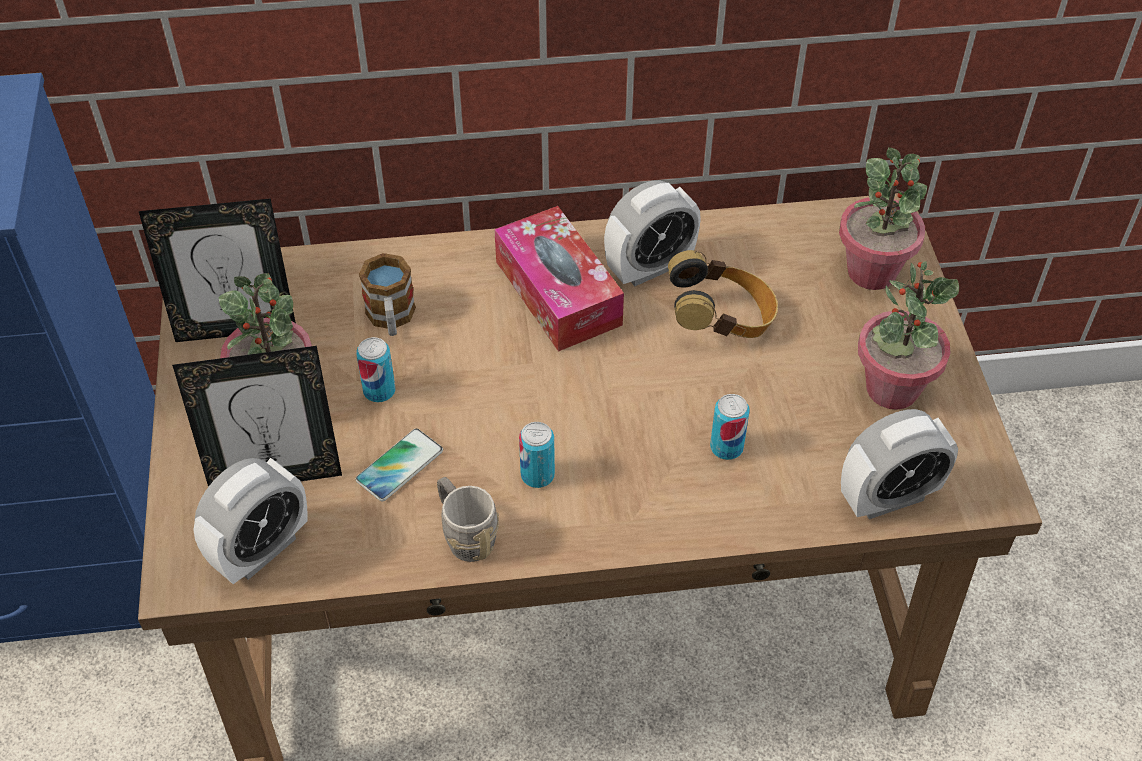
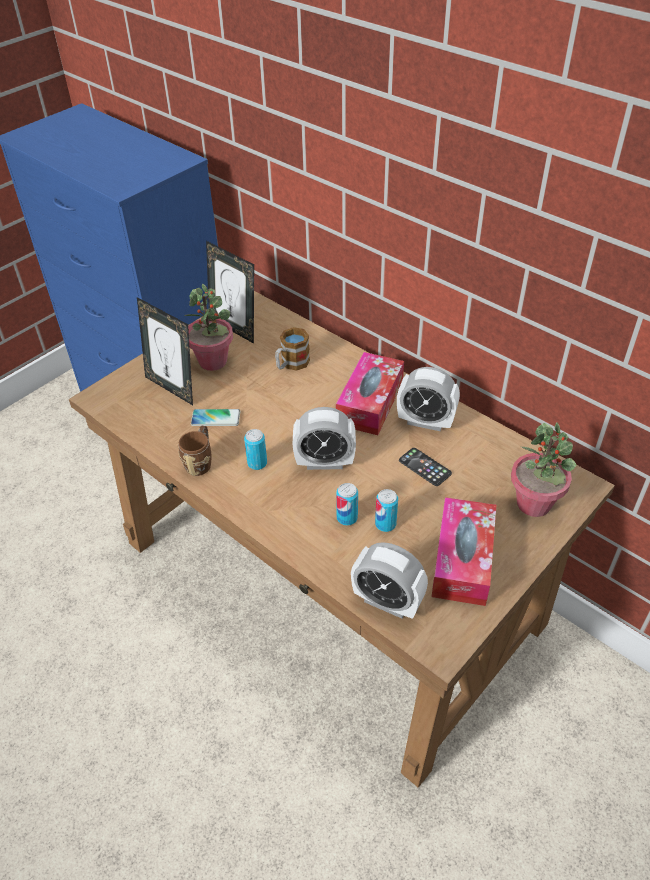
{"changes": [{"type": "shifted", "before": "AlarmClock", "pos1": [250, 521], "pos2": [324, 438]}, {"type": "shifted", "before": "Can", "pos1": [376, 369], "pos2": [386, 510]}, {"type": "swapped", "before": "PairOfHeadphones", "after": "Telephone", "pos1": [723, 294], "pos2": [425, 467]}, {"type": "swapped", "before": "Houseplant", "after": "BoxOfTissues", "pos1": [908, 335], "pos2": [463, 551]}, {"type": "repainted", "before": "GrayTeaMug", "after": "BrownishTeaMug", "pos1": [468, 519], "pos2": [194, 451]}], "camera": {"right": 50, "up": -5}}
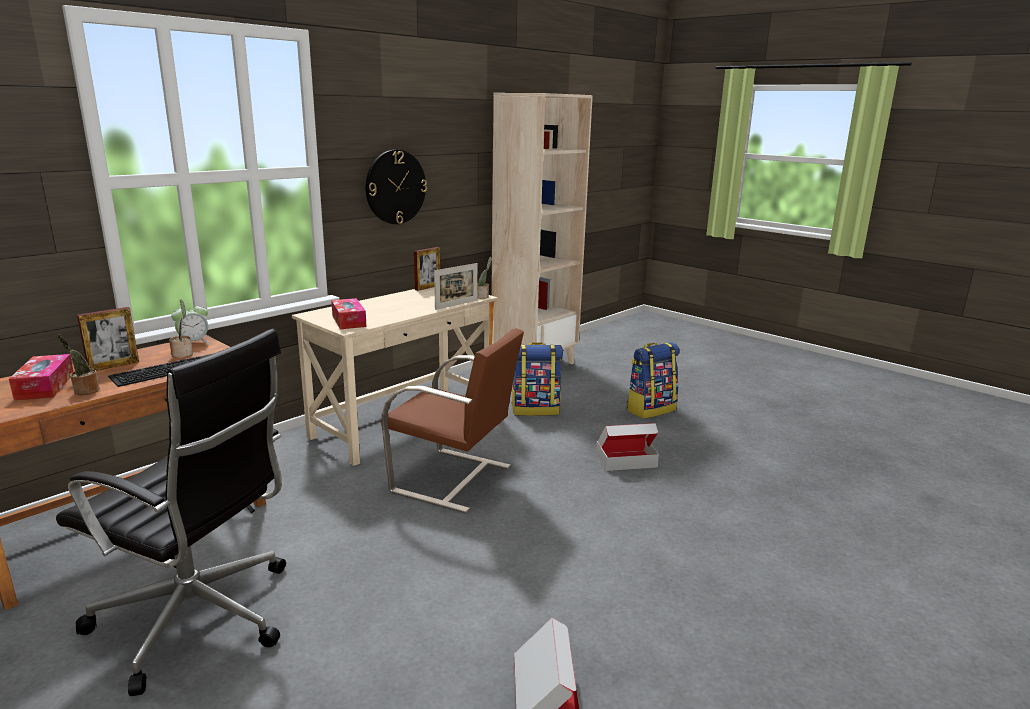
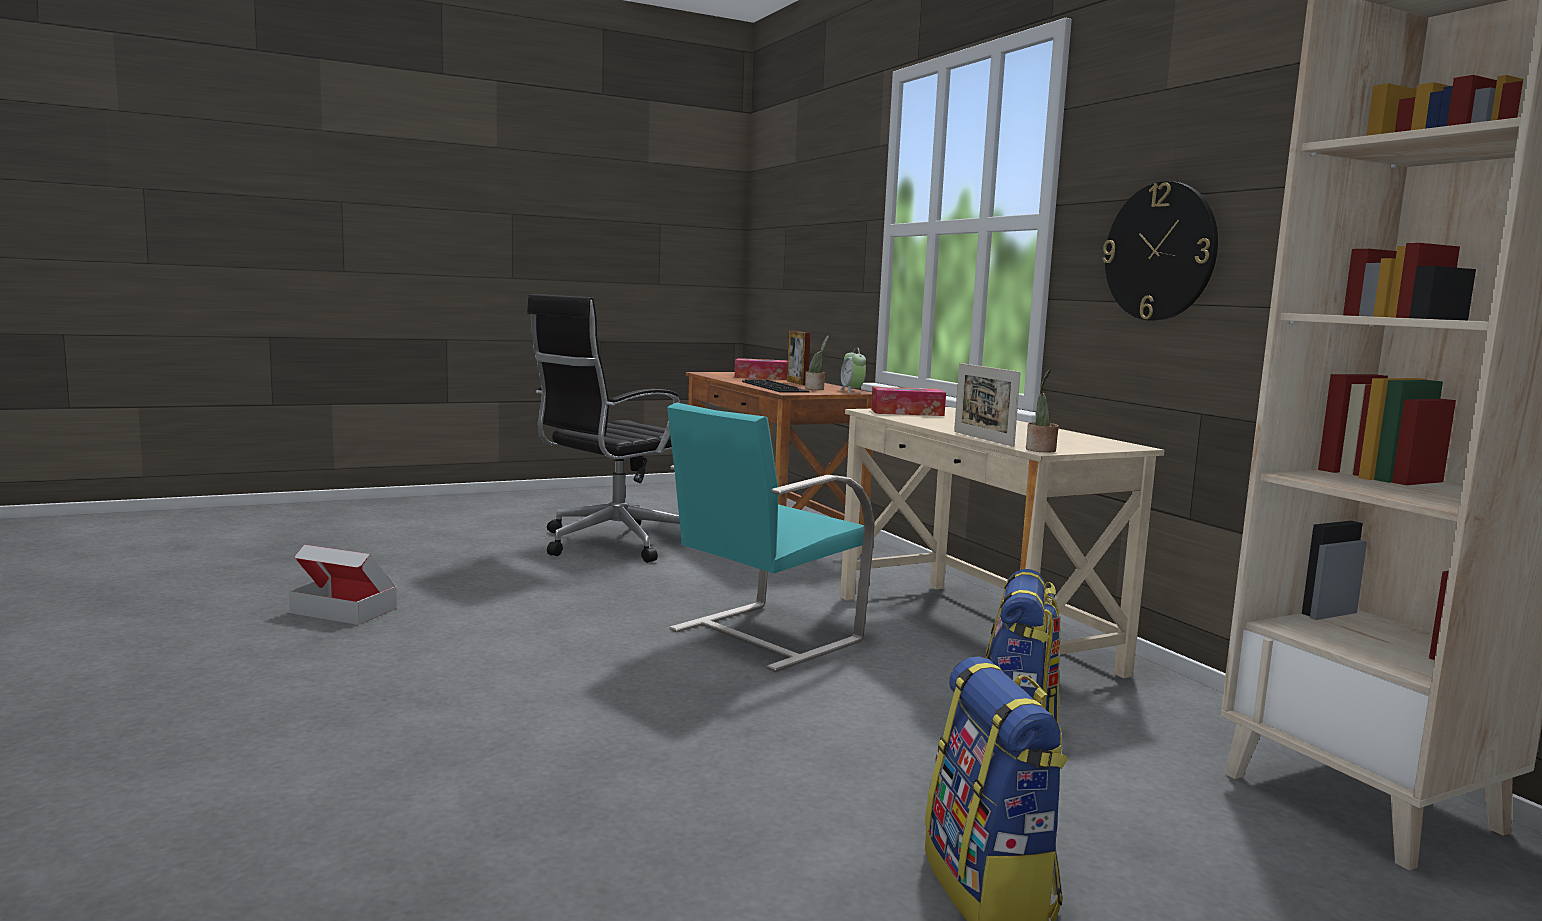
{"changes": [{"type": "gone", "before": "Houseplant", "pos1": [78, 364]}, {"type": "gone", "before": "StandingFrame", "pos1": [427, 269]}, {"type": "gone", "before": "CardboardBox", "pos1": [627, 447]}, {"type": "repainted", "before": "BrownishChair", "after": "BlueGreenChair", "pos1": [452, 420], "pos2": [771, 537]}], "camera": {"right": 110, "up": -10}}
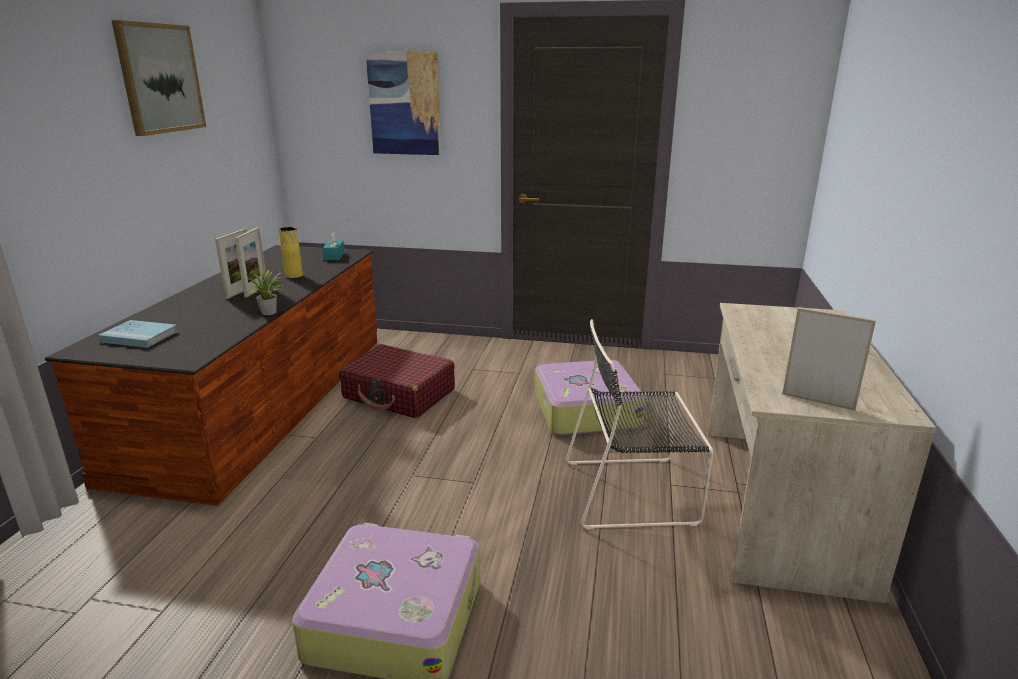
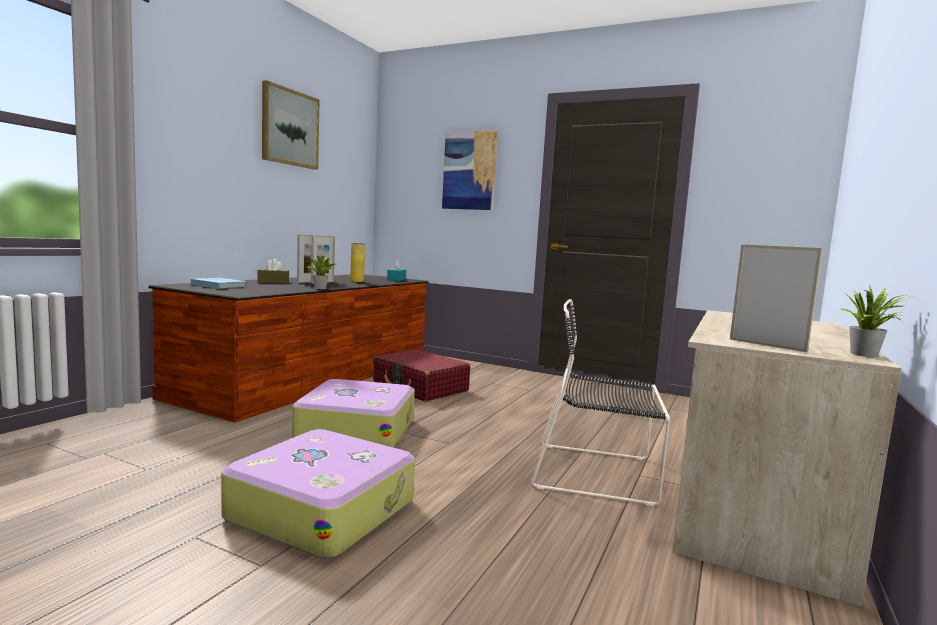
{"changes": [{"type": "new", "after": "BrownishBoxOfTissues", "pos2": [273, 271]}, {"type": "new", "after": "Houseplant", "pos2": [873, 321]}, {"type": "shifted", "before": "TravelCase", "pos1": [590, 397], "pos2": [353, 413]}], "camera": {"right": 15, "up": -15}}
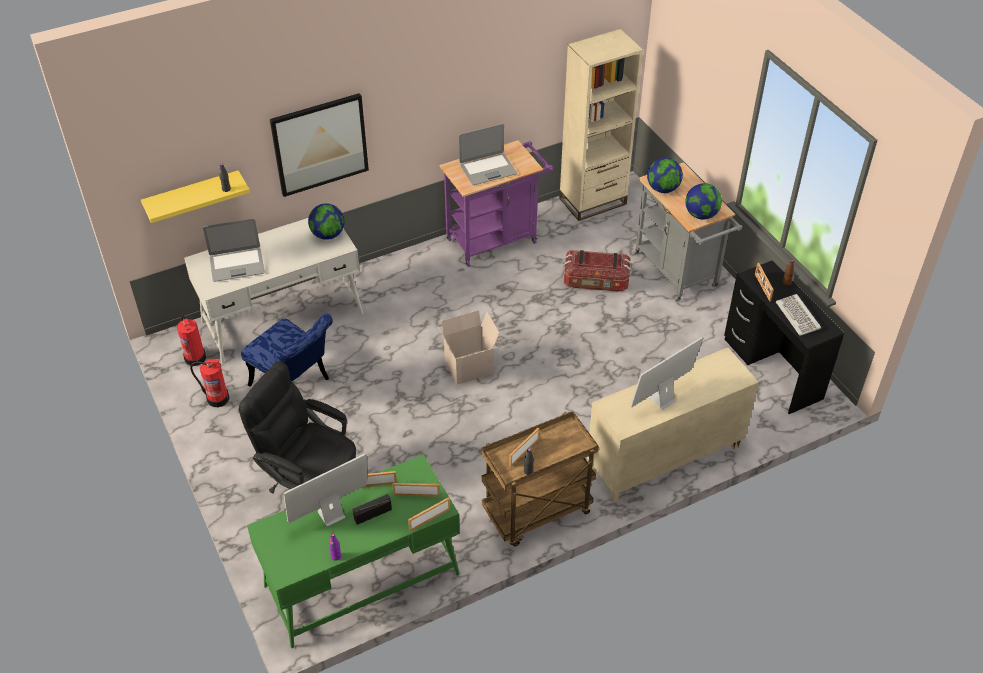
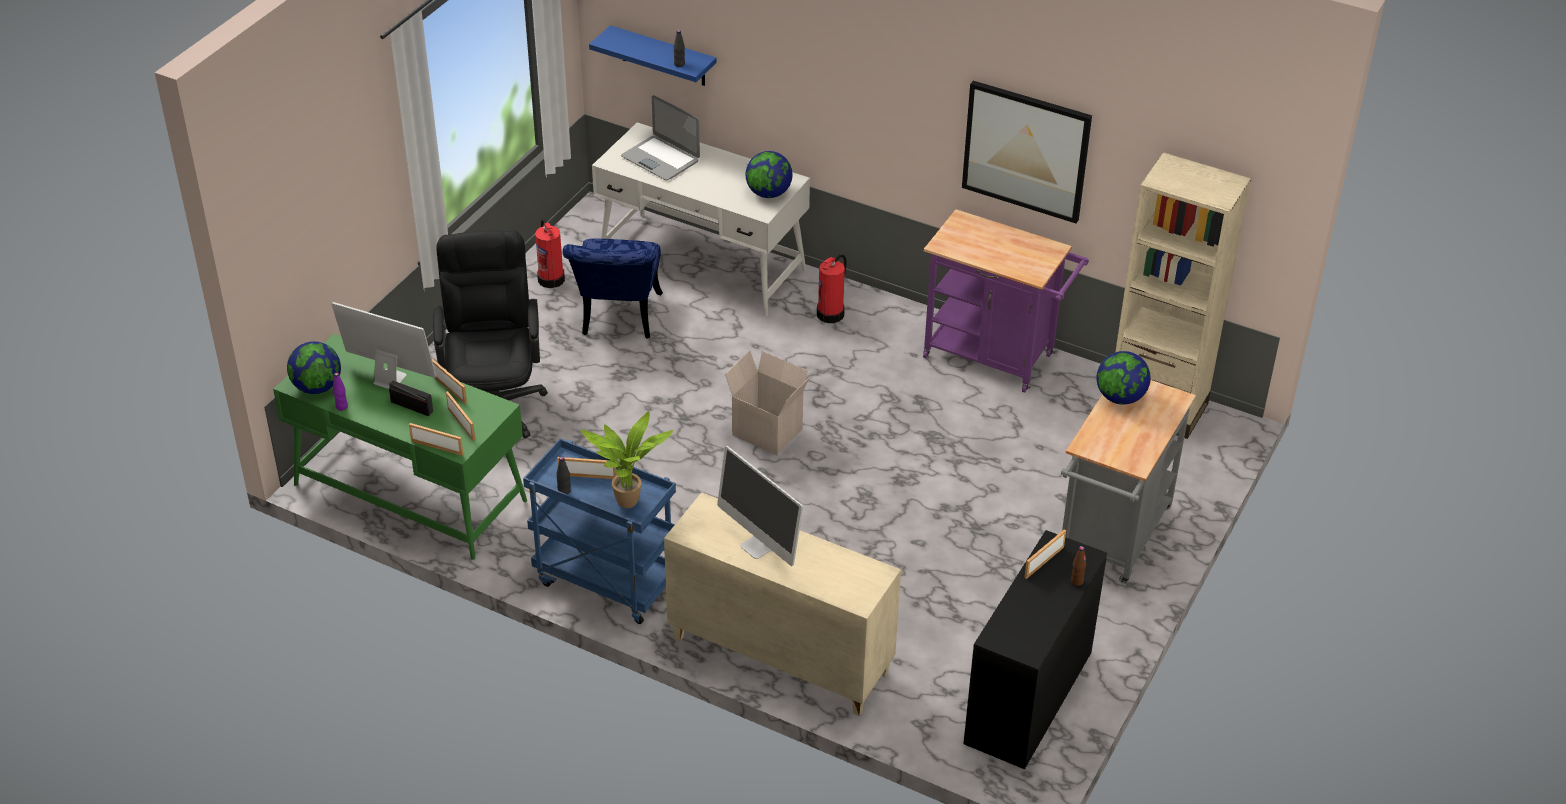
{"changes": [{"type": "gone", "before": "NotebookComputer", "pos1": [488, 154]}, {"type": "gone", "before": "StorageContainer", "pos1": [597, 271]}, {"type": "gone", "before": "Keyboard", "pos1": [798, 315]}, {"type": "new", "after": "Houseplant", "pos2": [627, 459]}, {"type": "shifted", "before": "FireFightingCylinder", "pos1": [191, 340], "pos2": [832, 288]}, {"type": "shifted", "before": "Picture", "pos1": [319, 145], "pos2": [1027, 152]}, {"type": "shifted", "before": "DeskGlobe", "pos1": [703, 201], "pos2": [314, 367]}, {"type": "repainted", "before": "YellowBracketShelf", "after": "BlueColouredBracketShelf", "pos1": [195, 196], "pos2": [653, 55]}, {"type": "repainted", "before": "BrownishTrolley", "after": "BlueColouredTrolley", "pos1": [540, 478], "pos2": [599, 531]}, {"type": "rotated", "before": "ComputerScreen", "pos1": [667, 373], "pos2": [760, 506], "turn": -150}], "camera": {"right": 55, "up": -5}}
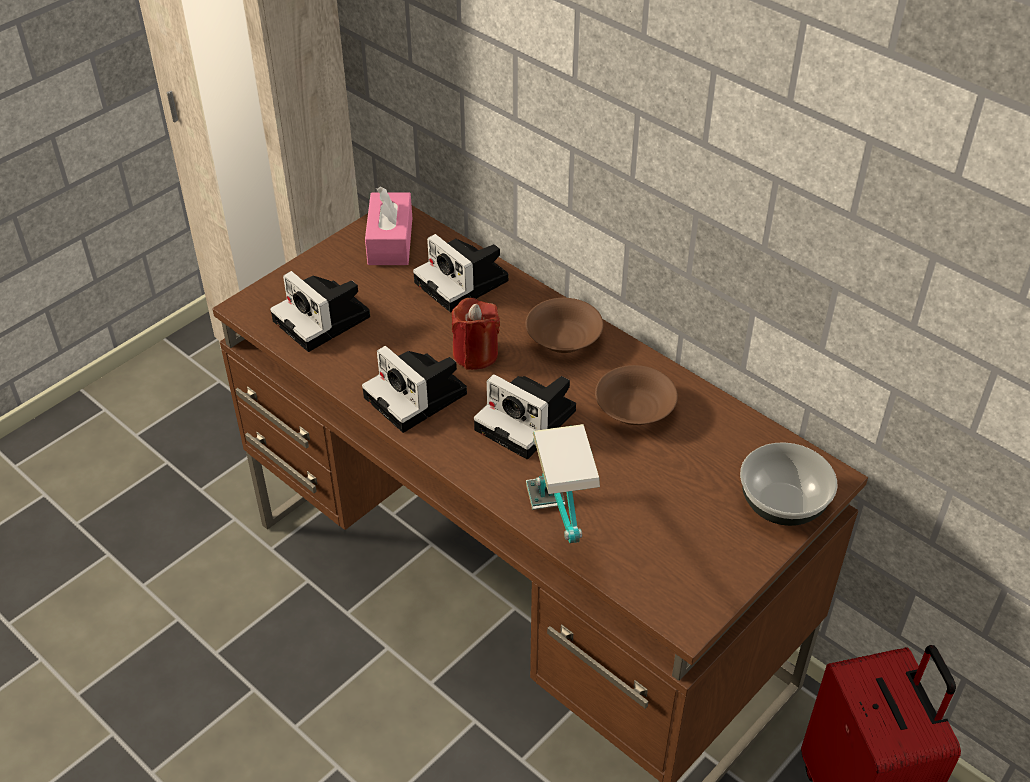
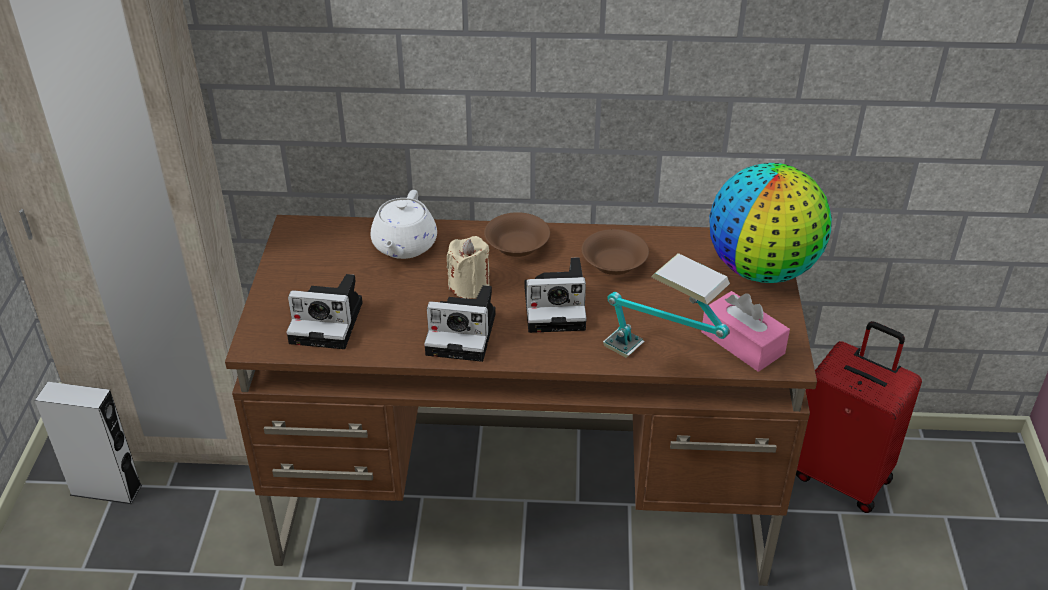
{"changes": [{"type": "new", "after": "GraySpeaker", "pos2": [88, 443]}, {"type": "shifted", "before": "PinkBoxOfTissues", "pos1": [388, 226], "pos2": [745, 331]}, {"type": "swapped", "before": "StillCamera", "after": "WhitishTeapot", "pos1": [461, 273], "pos2": [404, 224]}, {"type": "swapped", "before": "Bowl", "after": "DeskGlobe", "pos1": [788, 484], "pos2": [770, 223]}, {"type": "repainted", "before": "ReddishWaxLight", "after": "BeigeWaxLight", "pos1": [476, 334], "pos2": [468, 267]}], "camera": {"right": -40, "up": -5}}
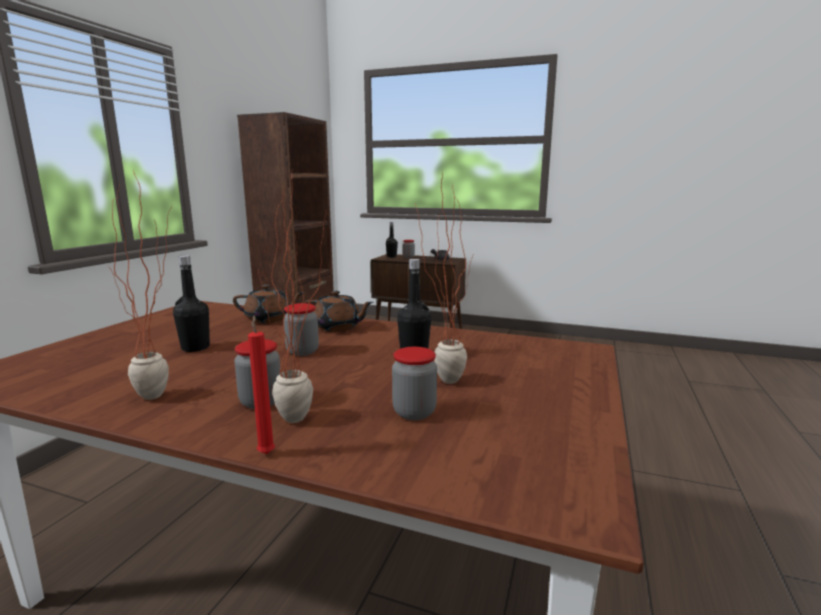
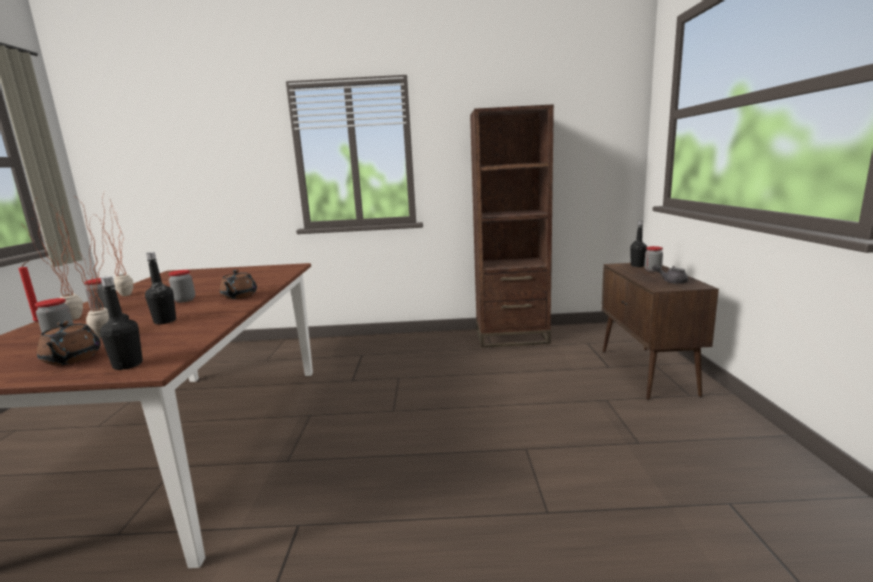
{"changes": [{"type": "shifted", "before": "BlackColouredBottle", "pos1": [191, 303], "pos2": [121, 323]}, {"type": "shifted", "before": "BrownishTeapot", "pos1": [269, 304], "pos2": [69, 343]}], "camera": {"right": 70, "up": 0}}
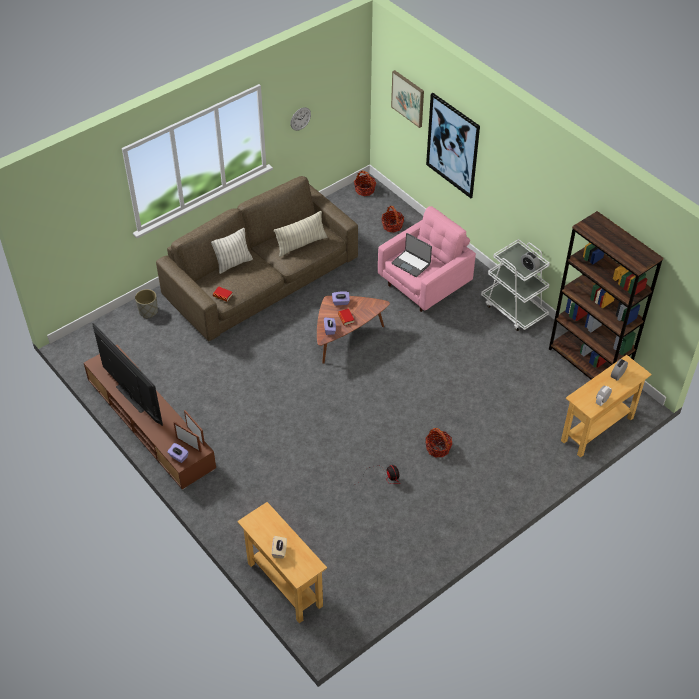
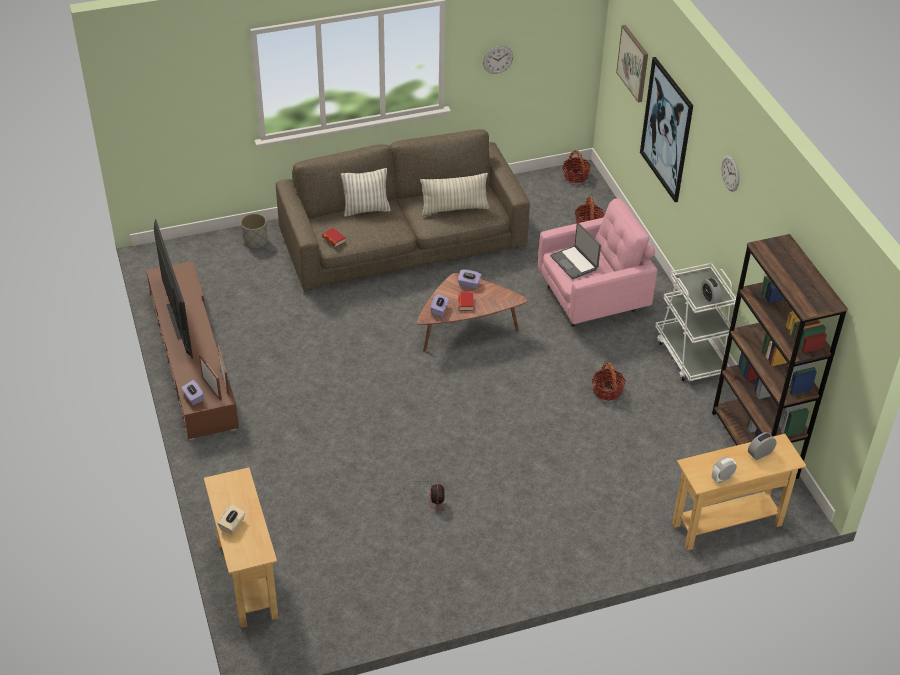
{"changes": [{"type": "new", "after": "HangingClock", "pos2": [730, 173]}, {"type": "shifted", "before": "Basket", "pos1": [438, 442], "pos2": [609, 381]}], "camera": {"right": 20, "up": -5}}
